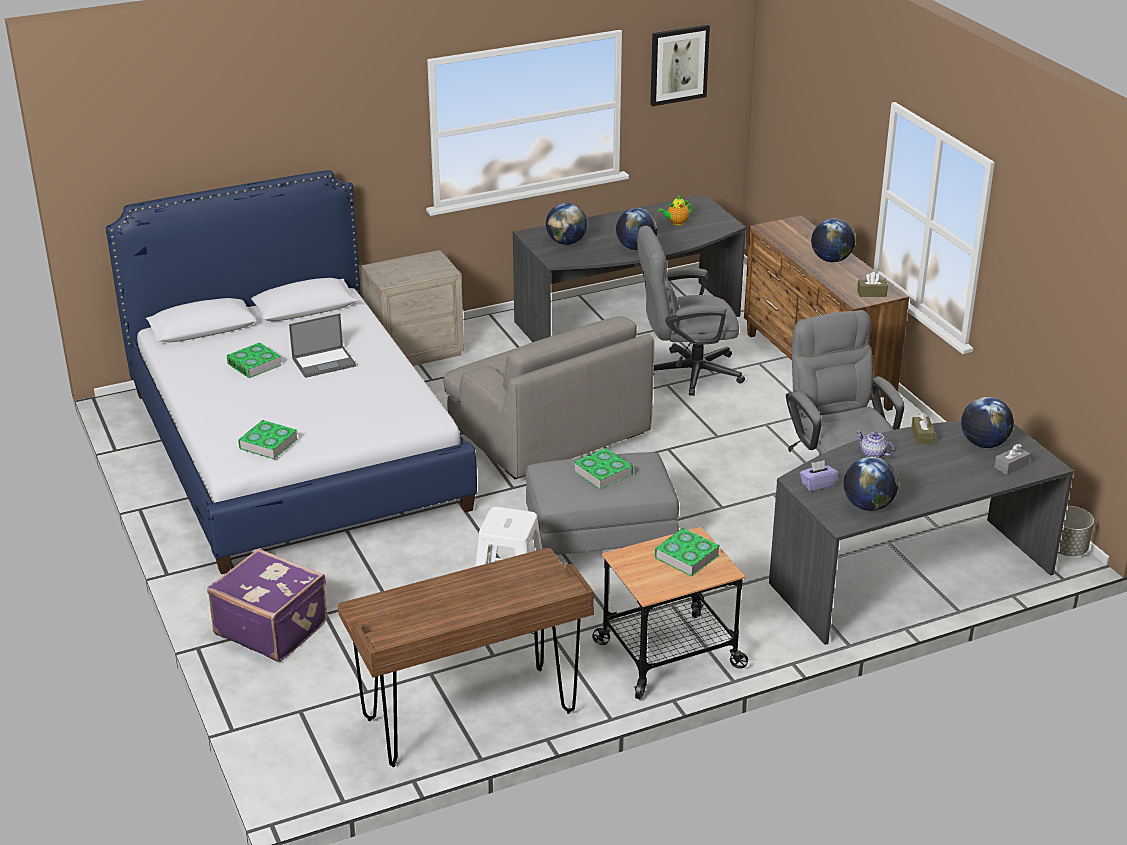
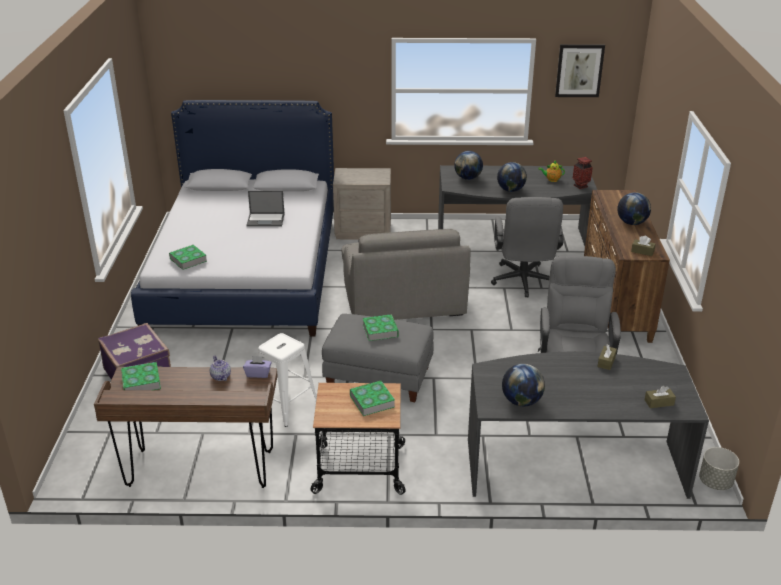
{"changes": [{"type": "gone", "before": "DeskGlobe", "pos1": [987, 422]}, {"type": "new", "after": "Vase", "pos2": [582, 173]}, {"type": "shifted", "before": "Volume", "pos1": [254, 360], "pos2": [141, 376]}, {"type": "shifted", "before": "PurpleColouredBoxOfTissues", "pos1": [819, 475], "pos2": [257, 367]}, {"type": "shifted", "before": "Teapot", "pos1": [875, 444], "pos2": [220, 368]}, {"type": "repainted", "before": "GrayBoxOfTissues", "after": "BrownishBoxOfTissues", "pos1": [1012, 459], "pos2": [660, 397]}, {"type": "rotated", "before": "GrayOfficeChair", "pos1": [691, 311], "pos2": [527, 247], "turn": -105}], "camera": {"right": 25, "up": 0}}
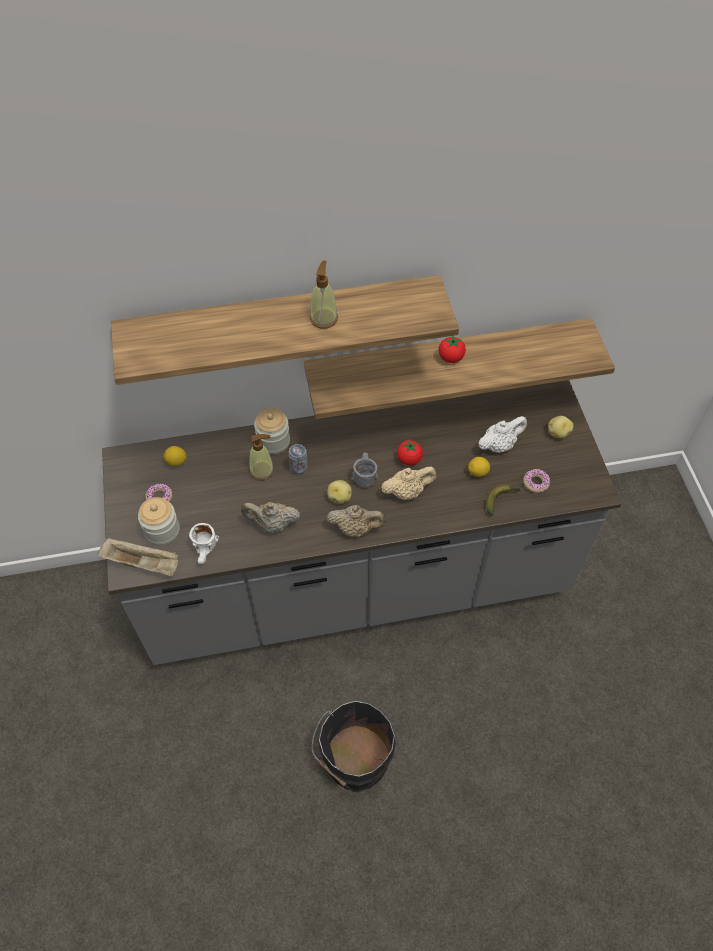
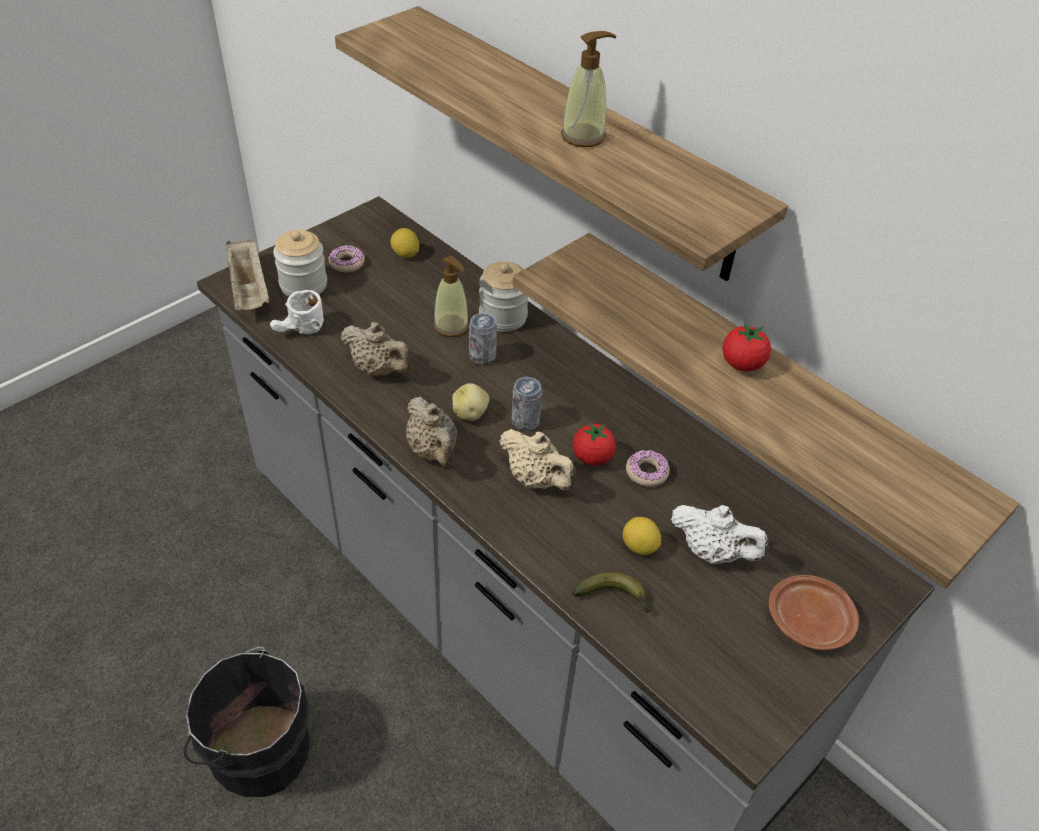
{"changes": [{"type": "shifted", "before": "Donut", "pos1": [536, 481], "pos2": [648, 468]}, {"type": "swapped", "before": "GrayTeaMug", "after": "Can", "pos1": [364, 470], "pos2": [526, 404]}, {"type": "swapped", "before": "Potato", "after": "BrownishFlatDish", "pos1": [560, 427], "pos2": [814, 612]}, {"type": "rotated", "before": "BeigeTeapot", "pos1": [270, 517], "pos2": [377, 349], "turn": 150}], "camera": {"right": 55, "up": -10}}
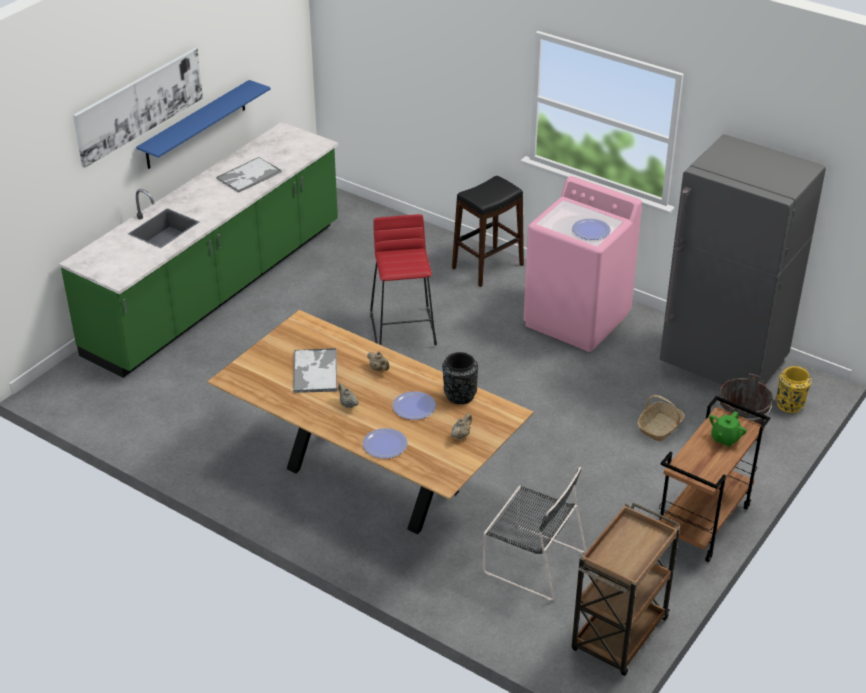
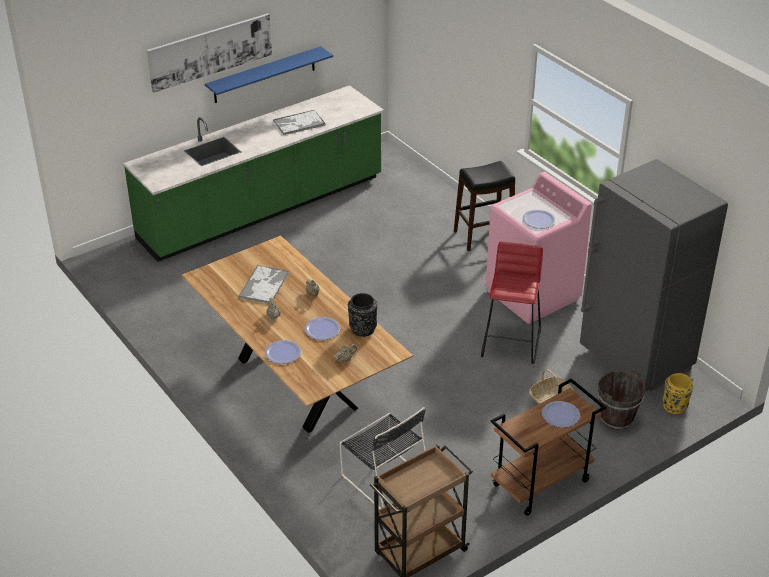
{"changes": [{"type": "shifted", "before": "ReddishStool", "pos1": [403, 279], "pos2": [512, 303]}, {"type": "swapped", "before": "GreenTeapot", "after": "FlatDish", "pos1": [728, 429], "pos2": [561, 414]}], "camera": {"right": 20, "up": 0}}
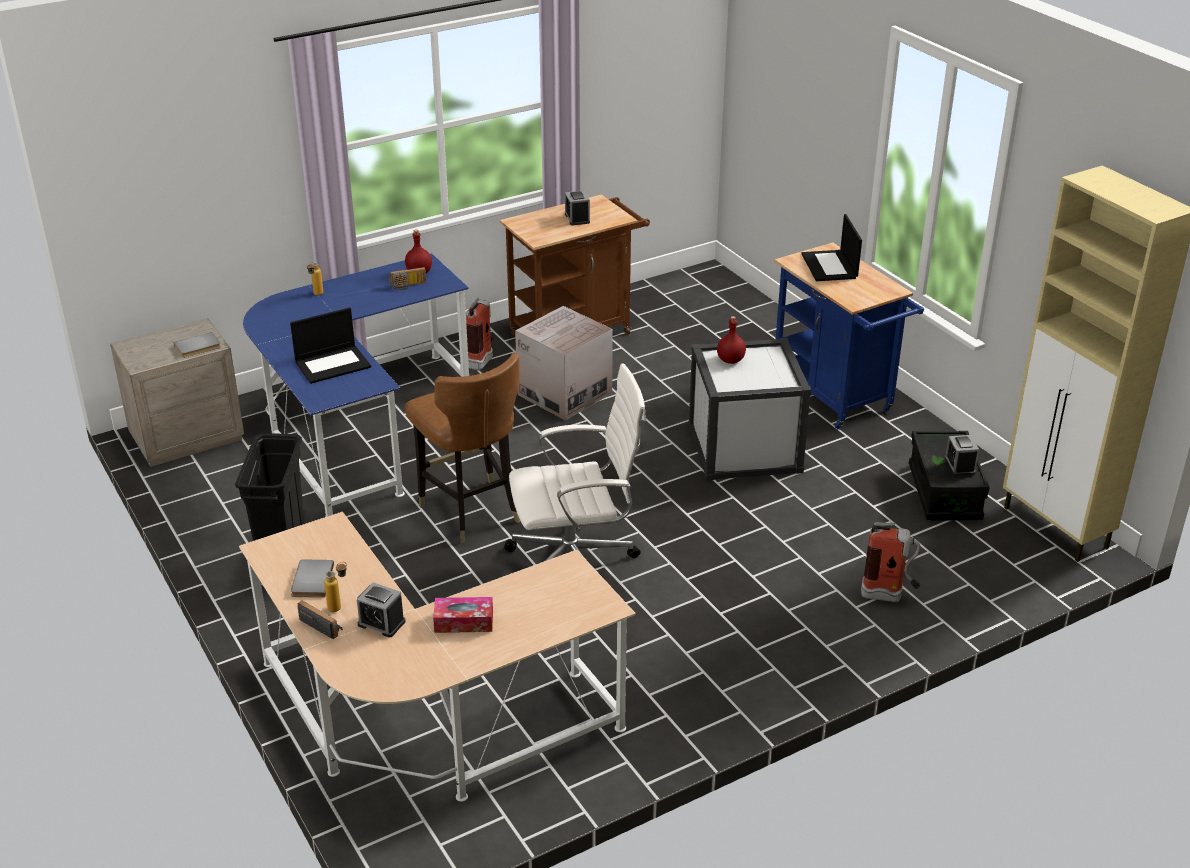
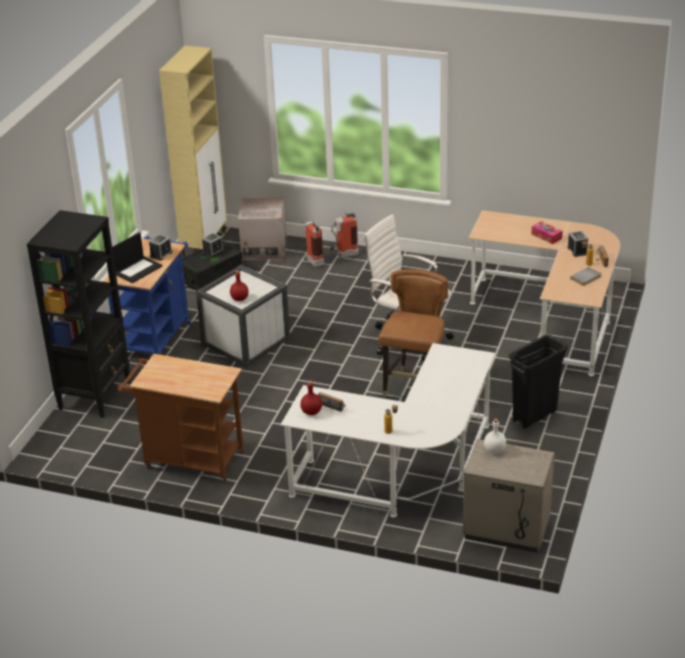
{"changes": [{"type": "gone", "before": "NotebookComputer", "pos1": [330, 345]}, {"type": "new", "after": "BlackColouredShelvingUnit", "pos2": [78, 314]}, {"type": "shifted", "before": "FireFightingCylinder", "pos1": [480, 334], "pos2": [344, 235]}, {"type": "shifted", "before": "CardboardBox", "pos1": [564, 363], "pos2": [262, 228]}, {"type": "shifted", "before": "AlarmClock", "pos1": [577, 208], "pos2": [161, 247]}, {"type": "swapped", "before": "GrayVolume", "after": "WhitishBottle", "pos1": [197, 345], "pos2": [495, 436]}, {"type": "repainted", "before": "BlueColouredDeskUnit", "after": "WhitishDeskUnit", "pos1": [356, 385], "pos2": [388, 430]}], "camera": {"right": -130, "up": 0}}
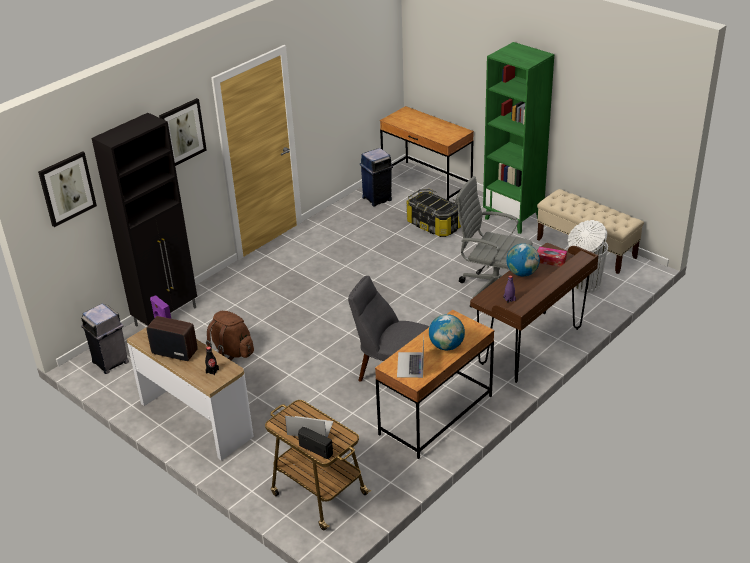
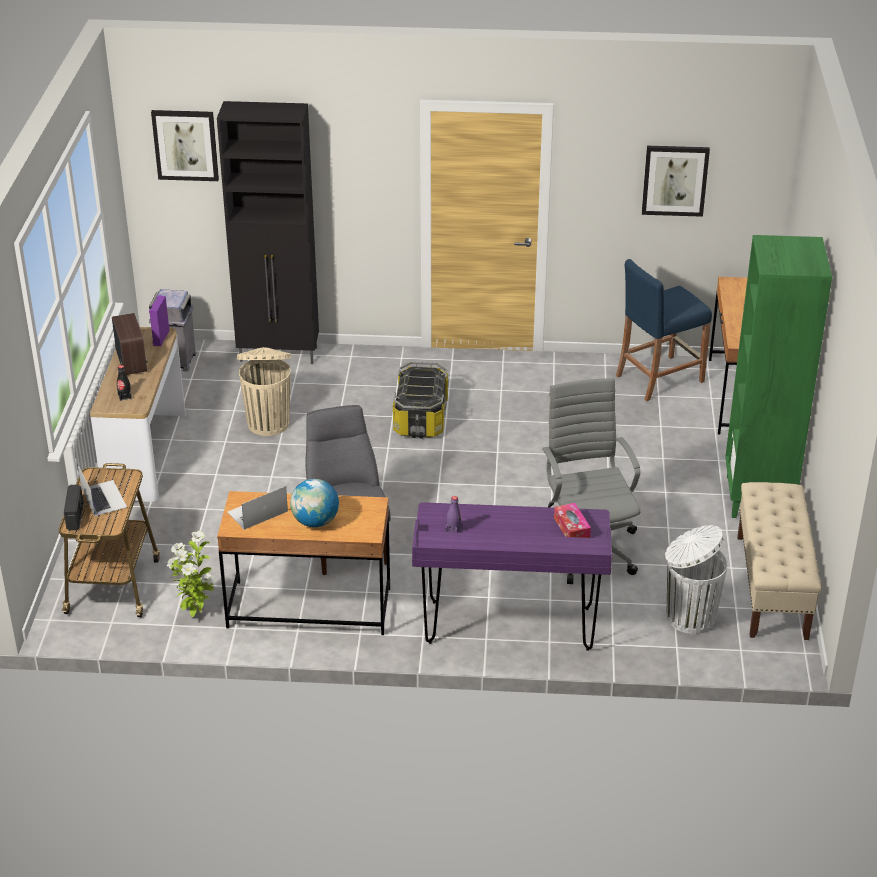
{"changes": [{"type": "gone", "before": "DeskGlobe", "pos1": [523, 260]}, {"type": "new", "after": "Houseplant", "pos2": [191, 574]}, {"type": "shifted", "before": "Picture", "pos1": [183, 132], "pos2": [676, 181]}, {"type": "shifted", "before": "StorageContainer", "pos1": [434, 213], "pos2": [420, 400]}, {"type": "swapped", "before": "BrownishBackpack", "after": "BeigeWasteBin", "pos1": [230, 336], "pos2": [264, 391]}, {"type": "swapped", "before": "BlueColouredWasteBin", "after": "BlueColouredStool", "pos1": [376, 177], "pos2": [664, 330]}, {"type": "repainted", "before": "BrownishDeskUnit", "after": "PurpleColouredDeskUnit", "pos1": [534, 313], "pos2": [512, 576]}], "camera": {"right": 50, "up": 0}}
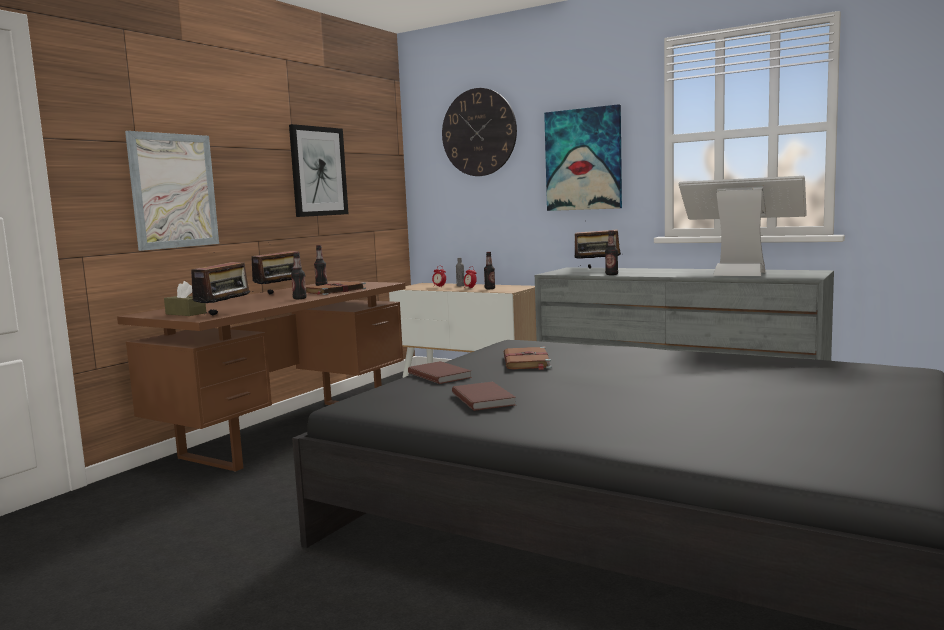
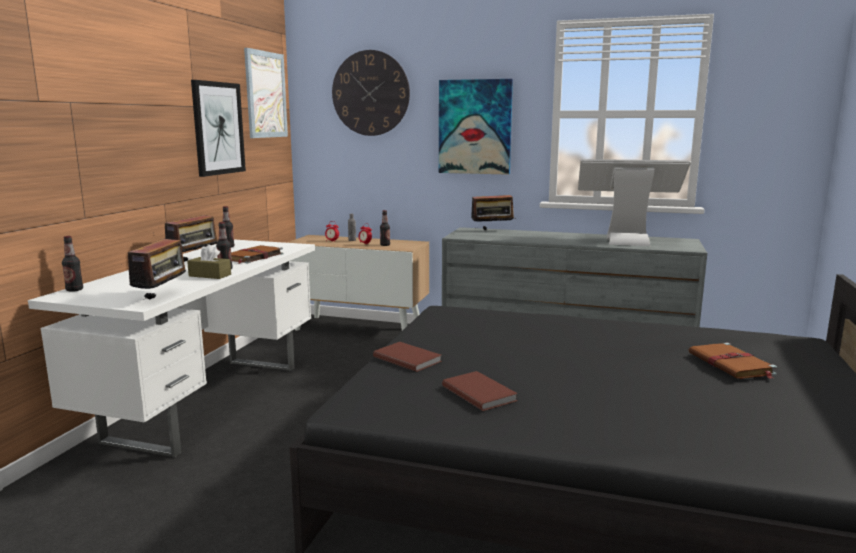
{"changes": [{"type": "shifted", "before": "Picture", "pos1": [172, 191], "pos2": [266, 93]}, {"type": "shifted", "before": "BrownishBoxOfTissues", "pos1": [185, 298], "pos2": [209, 261]}, {"type": "shifted", "before": "BrownishVolume", "pos1": [528, 358], "pos2": [733, 361]}, {"type": "shifted", "before": "Bottle", "pos1": [611, 252], "pos2": [72, 264]}, {"type": "repainted", "before": "BrownishDeskUnit", "after": "WhitishDeskUnit", "pos1": [261, 376], "pos2": [171, 349]}], "camera": {"right": -15, "up": 5}}
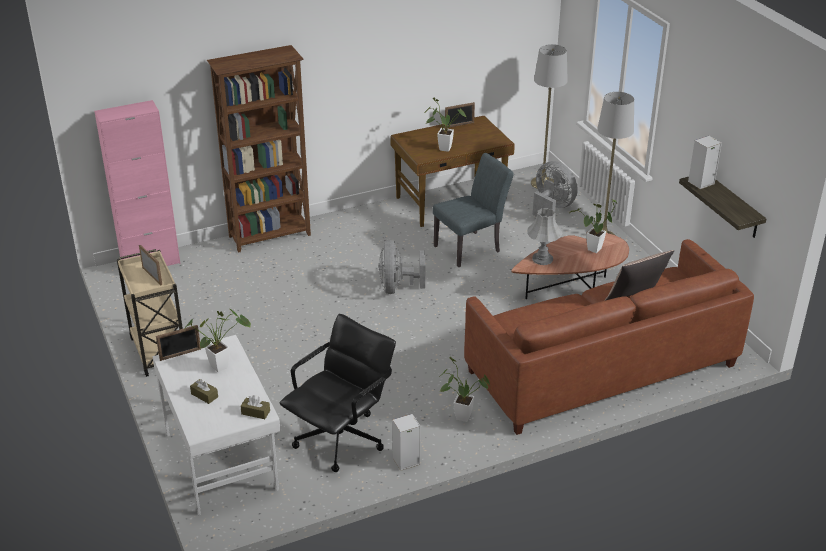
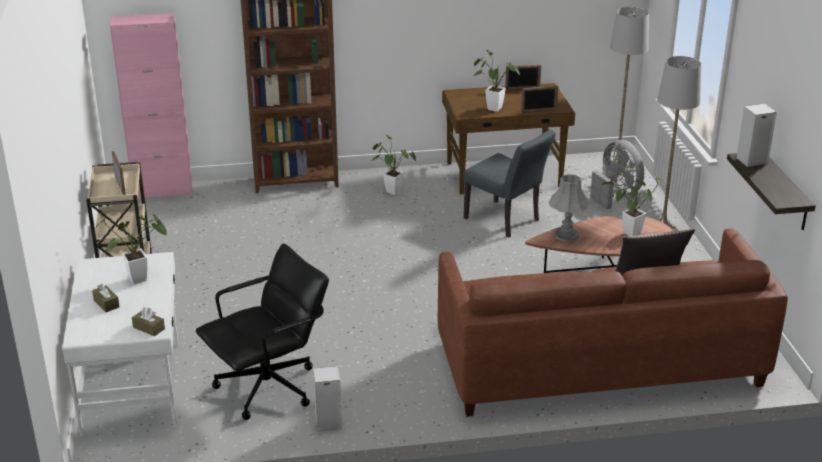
{"changes": [{"type": "gone", "before": "GrayFan", "pos1": [402, 267]}, {"type": "shifted", "before": "StandingFrame", "pos1": [178, 343], "pos2": [539, 99]}, {"type": "shifted", "before": "Houseplant", "pos1": [464, 389], "pos2": [393, 165]}, {"type": "rotated", "before": "GrayChair", "pos1": [473, 210], "pos2": [509, 183], "turn": 60}], "camera": {"right": 15, "up": -5}}
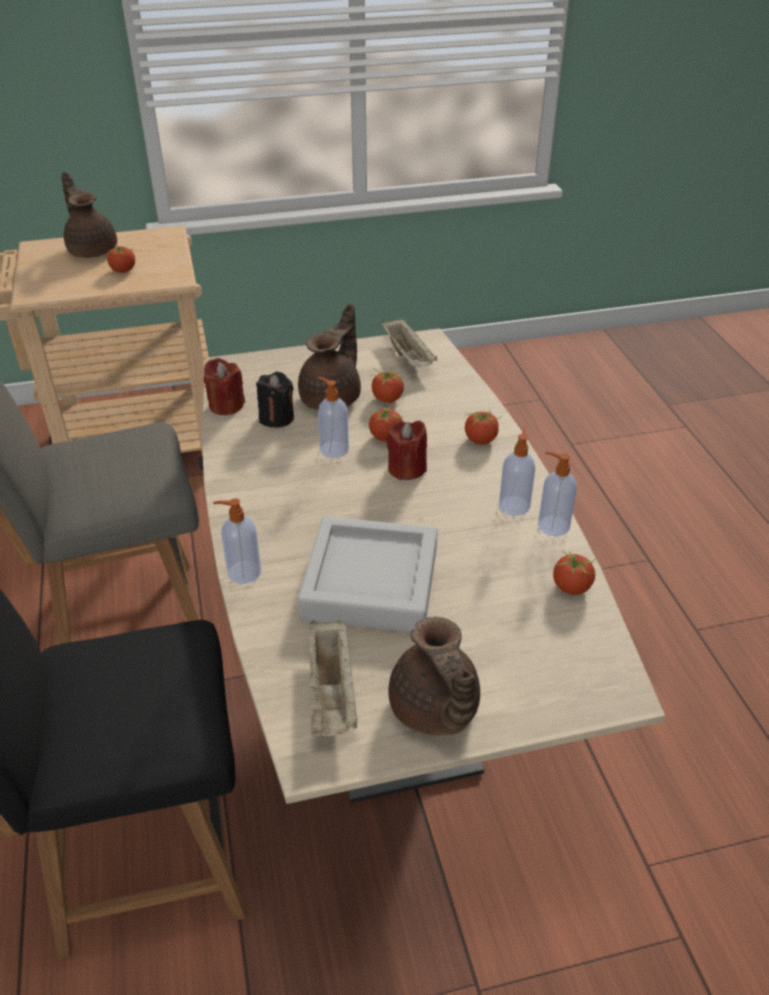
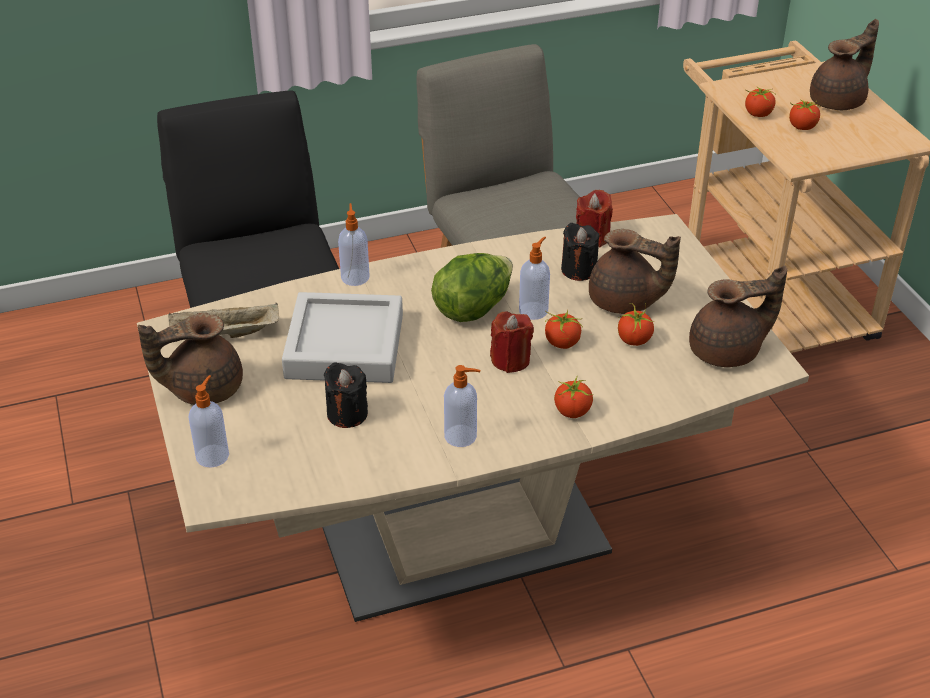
{"changes": [{"type": "new", "after": "BlackColouredWaxLight", "pos2": [346, 395]}, {"type": "new", "after": "LettuceHead", "pos2": [472, 287]}, {"type": "shifted", "before": "LiquidSoapBottle", "pos1": [557, 493], "pos2": [208, 421]}, {"type": "shifted", "before": "Tomato", "pos1": [574, 572], "pos2": [761, 101]}, {"type": "swapped", "before": "BeigeTray", "after": "BrownishTeapot", "pos1": [409, 342], "pos2": [738, 316]}], "camera": {"right": 85, "up": 0}}
